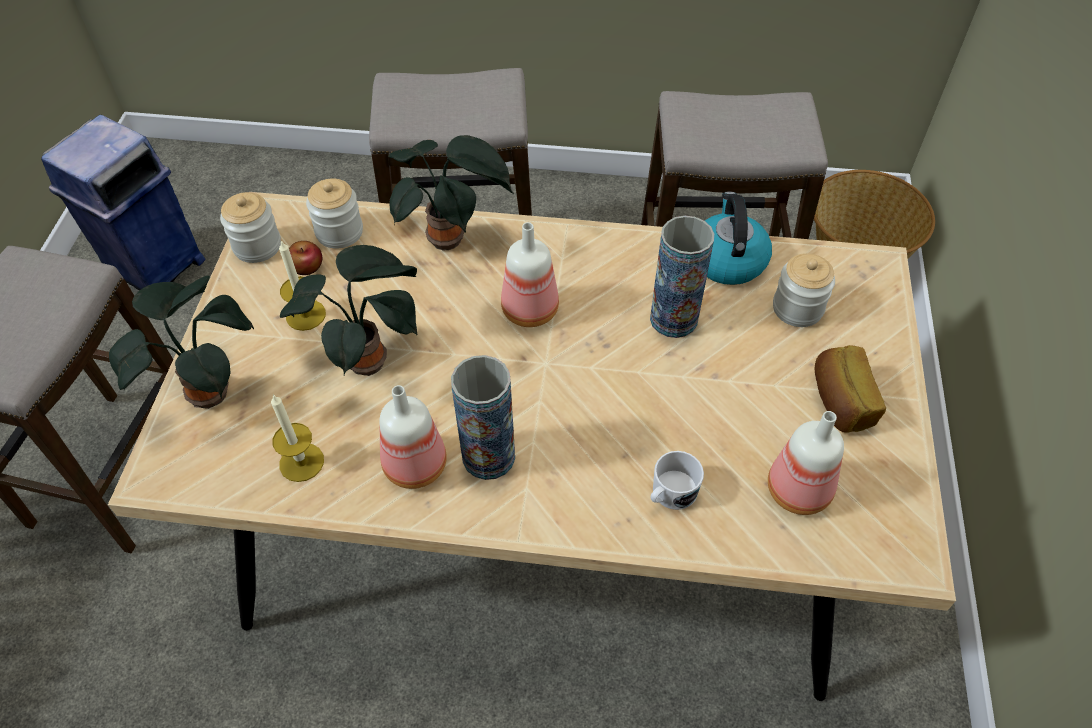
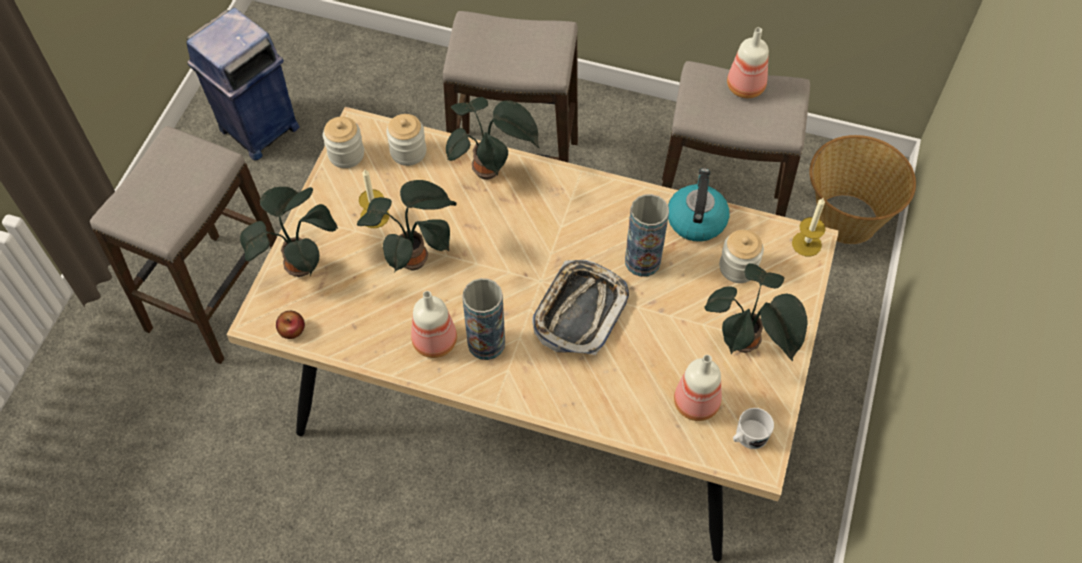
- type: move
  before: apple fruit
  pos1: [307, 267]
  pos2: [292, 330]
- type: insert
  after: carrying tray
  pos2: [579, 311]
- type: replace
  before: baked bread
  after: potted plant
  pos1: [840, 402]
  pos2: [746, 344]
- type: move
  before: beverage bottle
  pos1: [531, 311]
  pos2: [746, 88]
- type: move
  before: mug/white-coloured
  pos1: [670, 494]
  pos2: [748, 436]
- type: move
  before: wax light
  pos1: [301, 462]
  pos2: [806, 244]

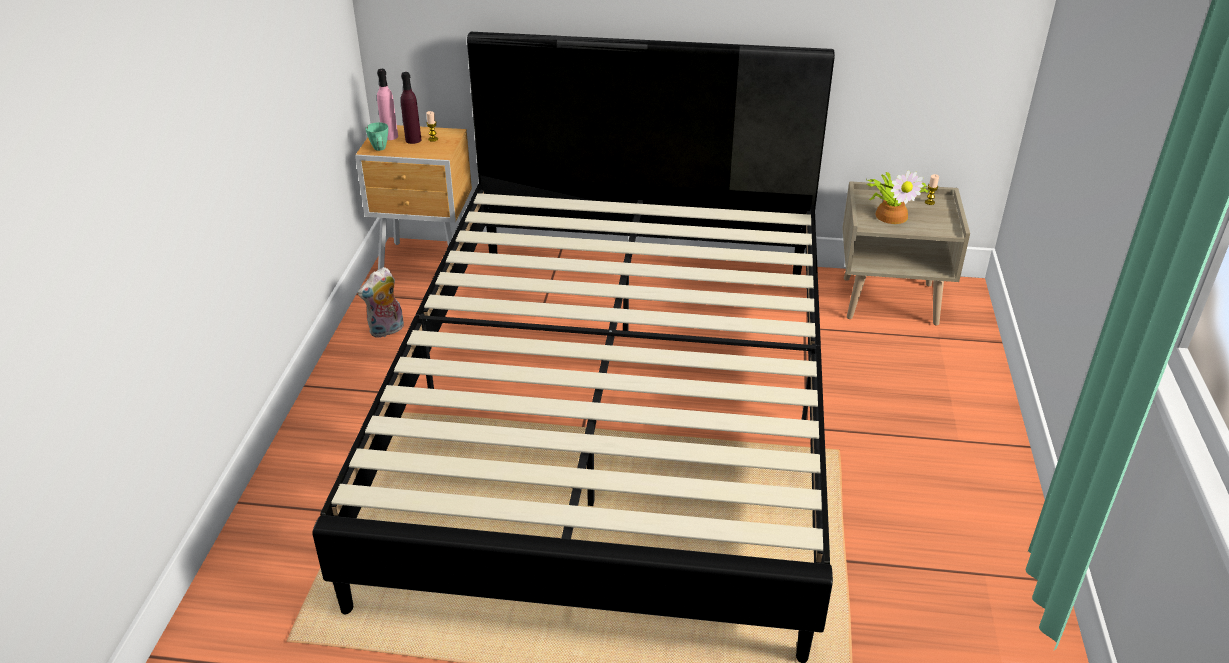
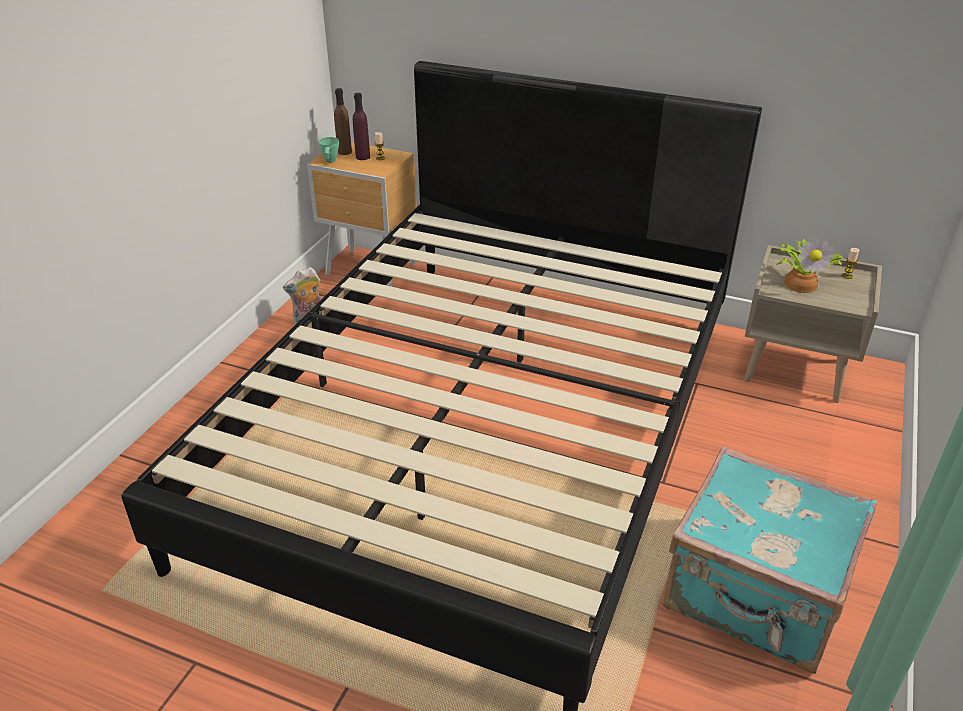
- type: recolor
  before: beverage bottle/pink
  after: beverage bottle/brown-coloured
  pos1: [390, 136]
  pos2: [344, 152]
- type: insert
  after: piece of luggage/blue-green
  pos2: [756, 596]

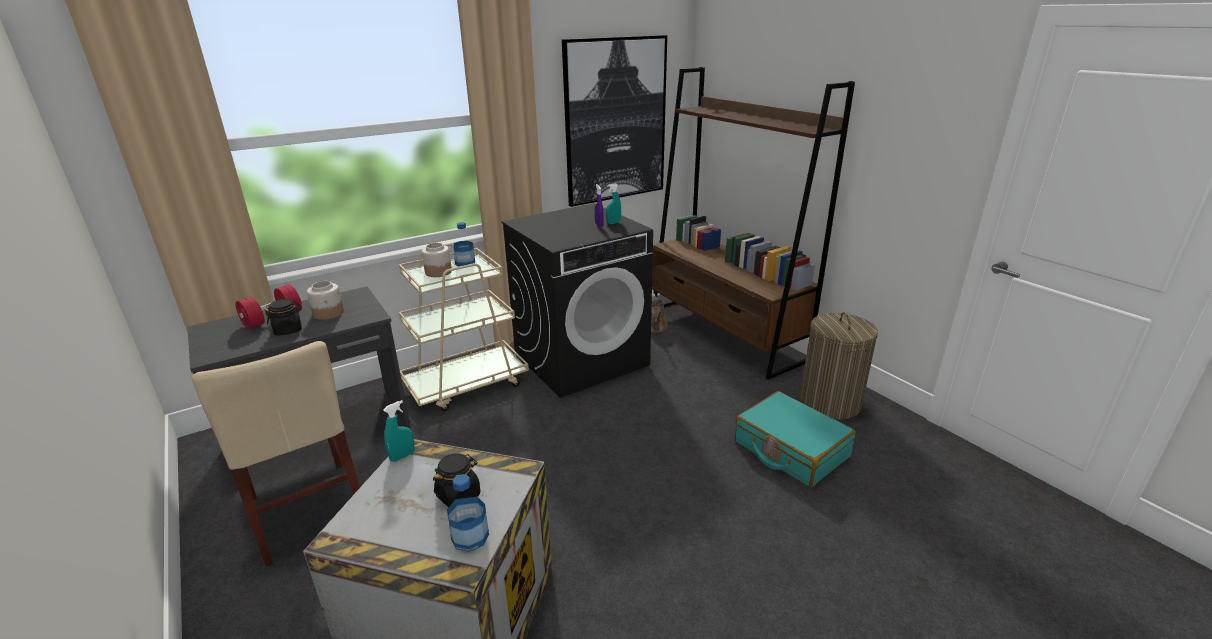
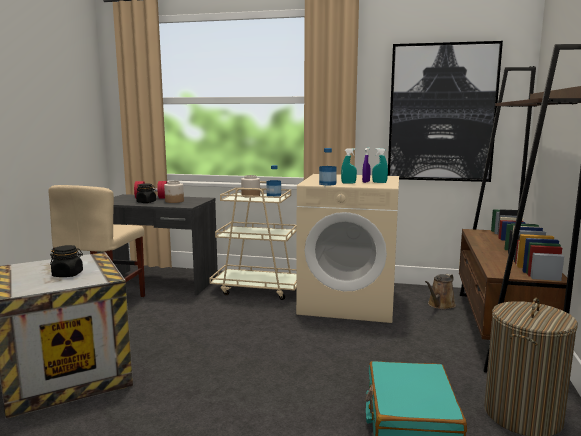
- type: recolor
  before: laundry appliance/black-coloured
  after: laundry appliance/sand-coloured
  pos1: [581, 359]
  pos2: [349, 302]
- type: move
  before: beverage bottle
  pos1: [470, 537]
  pos2: [327, 184]
- type: move
  before: spray bottle/blue-green
  pos1: [402, 456]
  pos2: [348, 183]

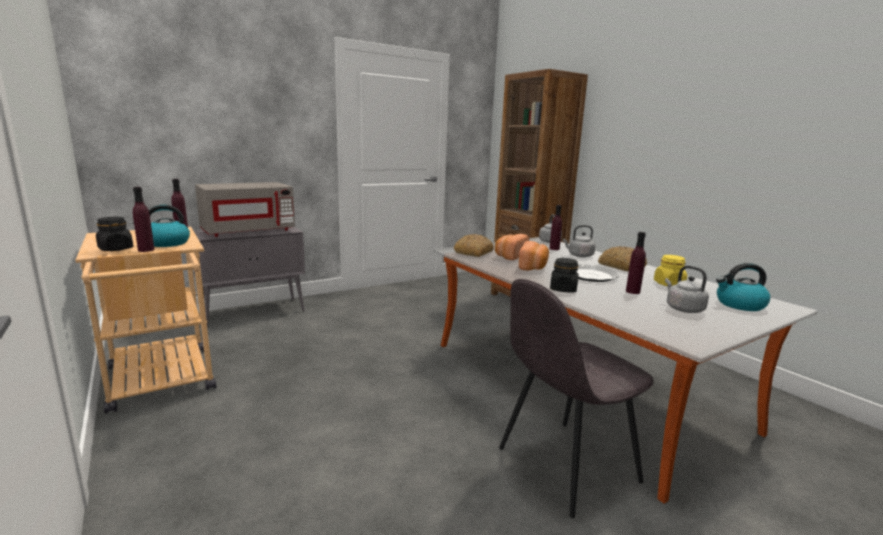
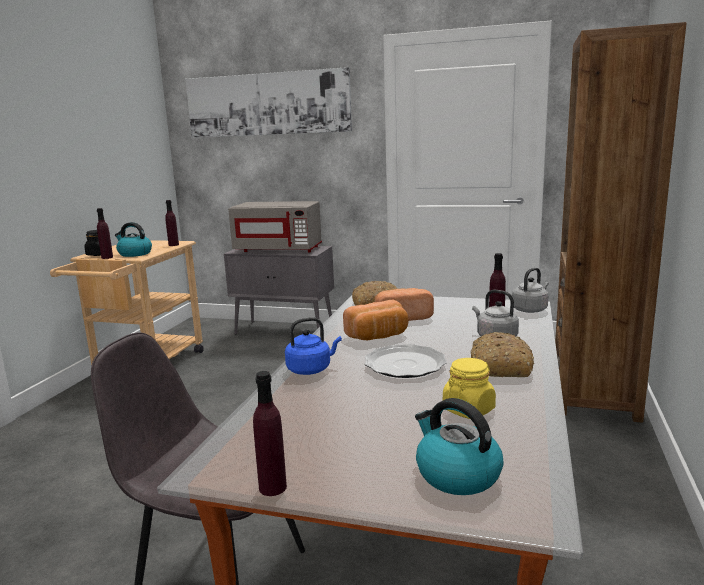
- type: insert
  after: picture
  pos2: [267, 104]
- type: move
  before: beverage bottle/purplish
  pos1: [632, 291]
  pos2: [272, 487]
- type: replace
  before: jar/black-coloured
  after: tea kettle/blue
  pos1: [563, 289]
  pos2: [311, 369]
- type: delete
  before: tea kettle/greyish
  pos1: [683, 309]

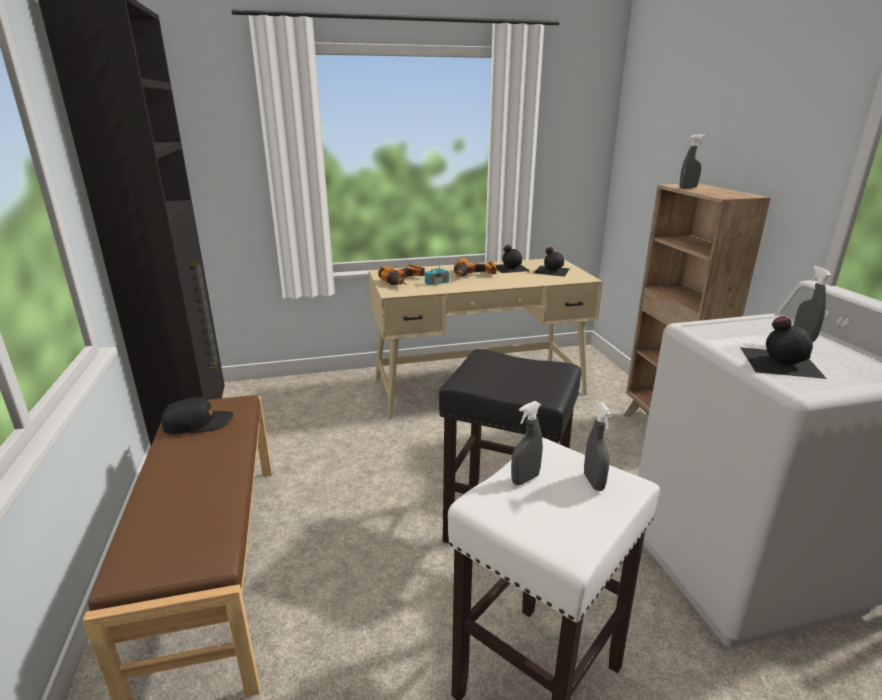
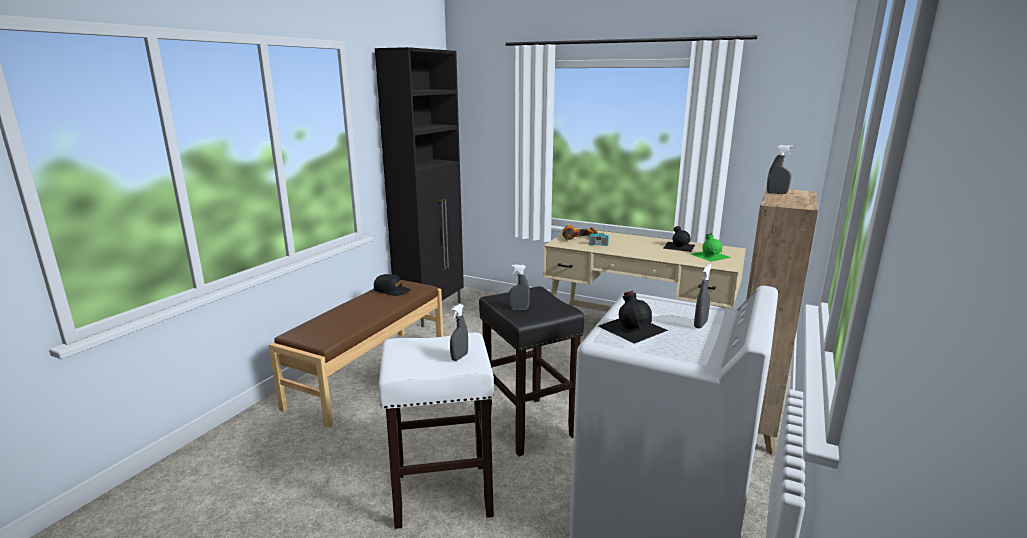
- type: move
  before: spray bottle/greyish
  pos1: [525, 479]
  pos2: [519, 309]
- type: recolor
  before: beverage bottle/black-coloured
  after: beverage bottle/greenish
  pos1: [551, 270]
  pos2: [710, 255]
- type: delete
  before: electric drill
  pos1: [474, 275]

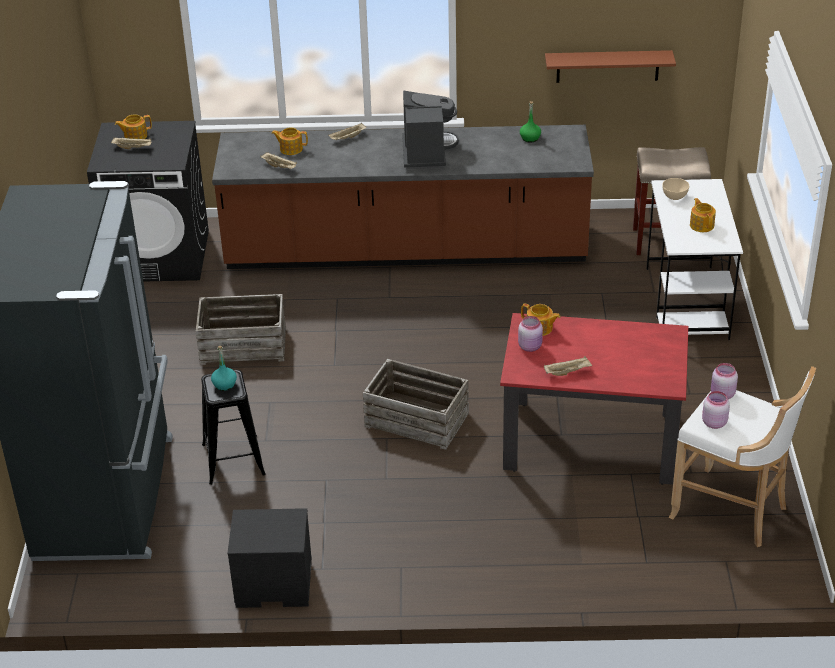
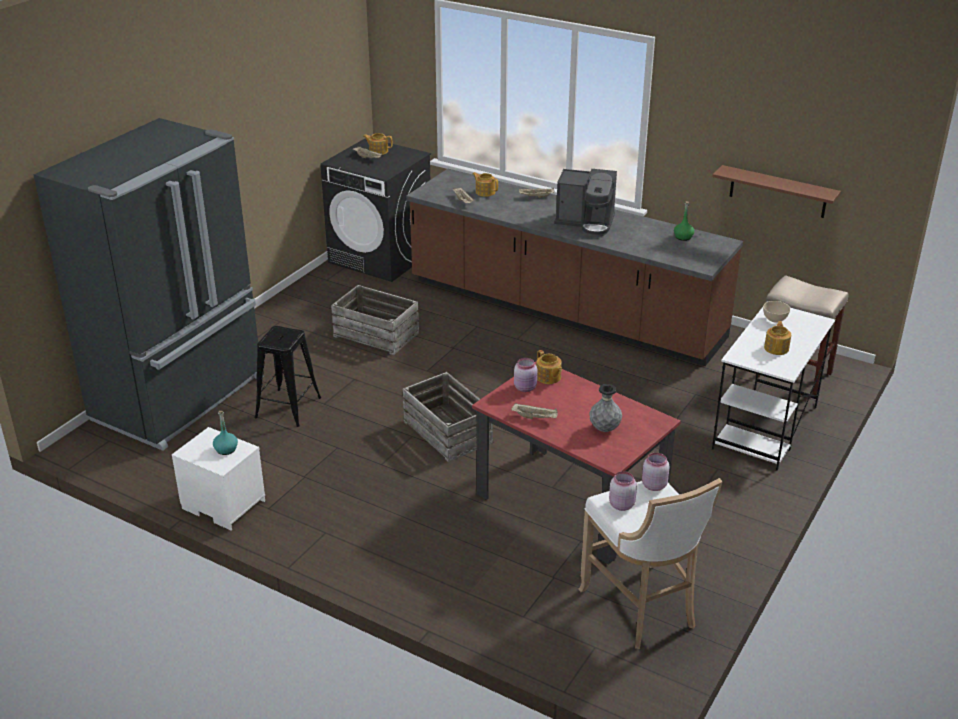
- type: recolor
  before: night table/black-coloured
  after: night table/white-coloured
  pos1: [273, 586]
  pos2: [222, 505]
- type: move
  before: beverage bottle/blue-green
  pos1: [224, 384]
  pos2: [226, 449]
- type: rotate
  before: coffee brewer
  pos1: [426, 153]
  pos2: [586, 223]
  turn: 75
- type: insert
  after: flower vase/greyish
  pos2: [604, 429]

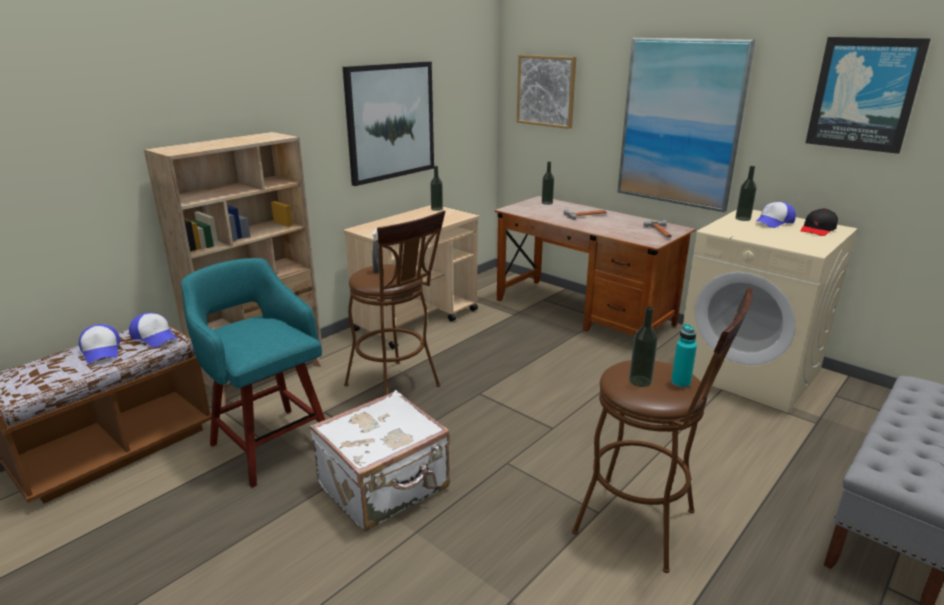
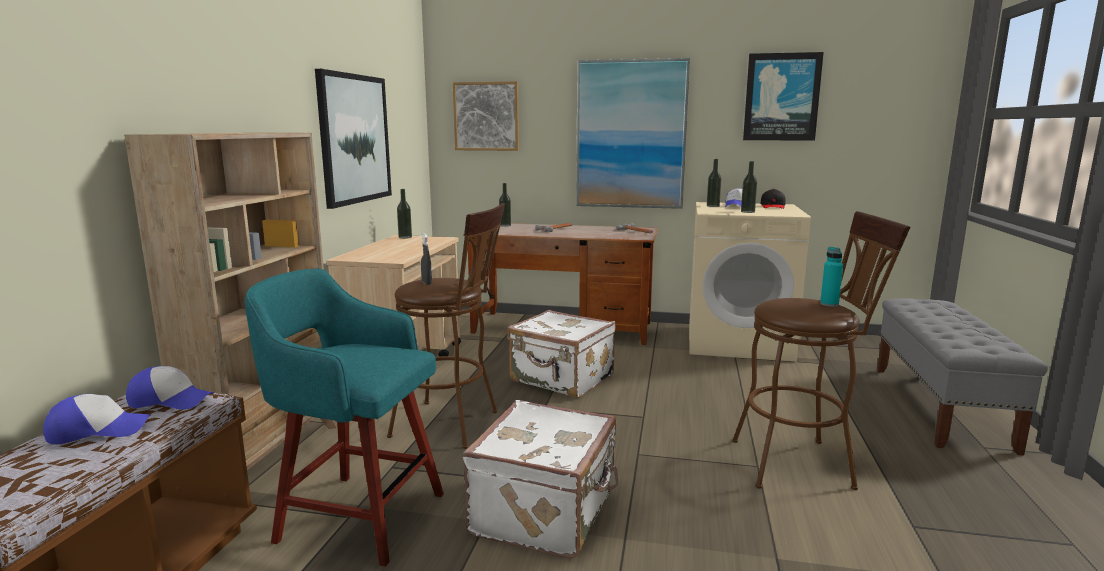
- type: rotate
  before: peaked cap
  pos1: [101, 351]
  pos2: [98, 430]
  turn: -45
- type: insert
  after: piece of luggage/white-coloured
  pos2: [561, 379]
- type: move
  before: beverage bottle
  pos1: [640, 381]
  pos2: [747, 212]

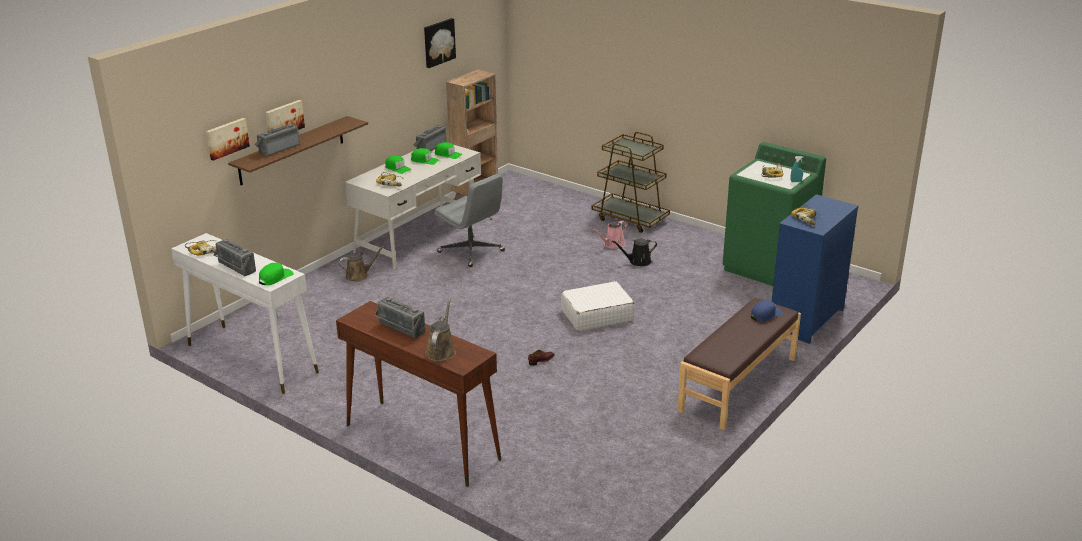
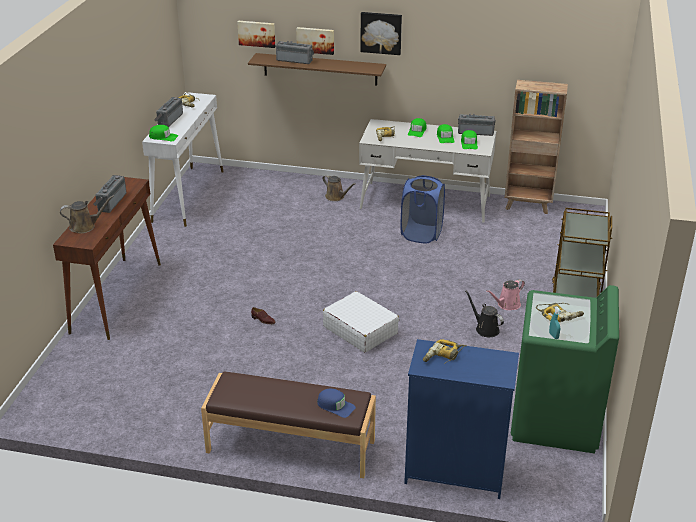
- type: move
  before: picture
  pos1: [438, 42]
  pos2: [381, 32]
- type: replace
  before: desk chair/greyish
  after: hamper/blue
  pos1: [471, 252]
  pos2: [421, 234]
- type: rotate
  before: watering pot/pink
  pos1: [612, 245]
  pos2: [507, 305]
  turn: -60

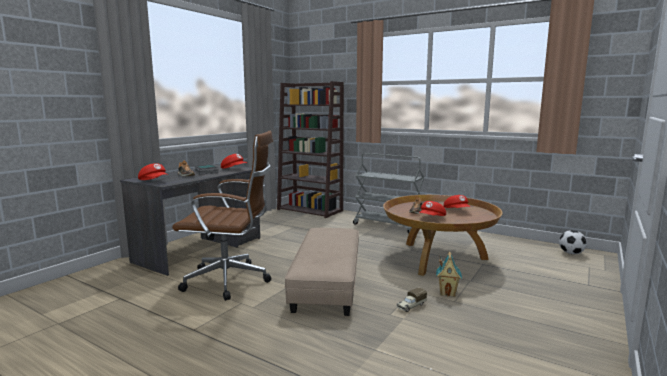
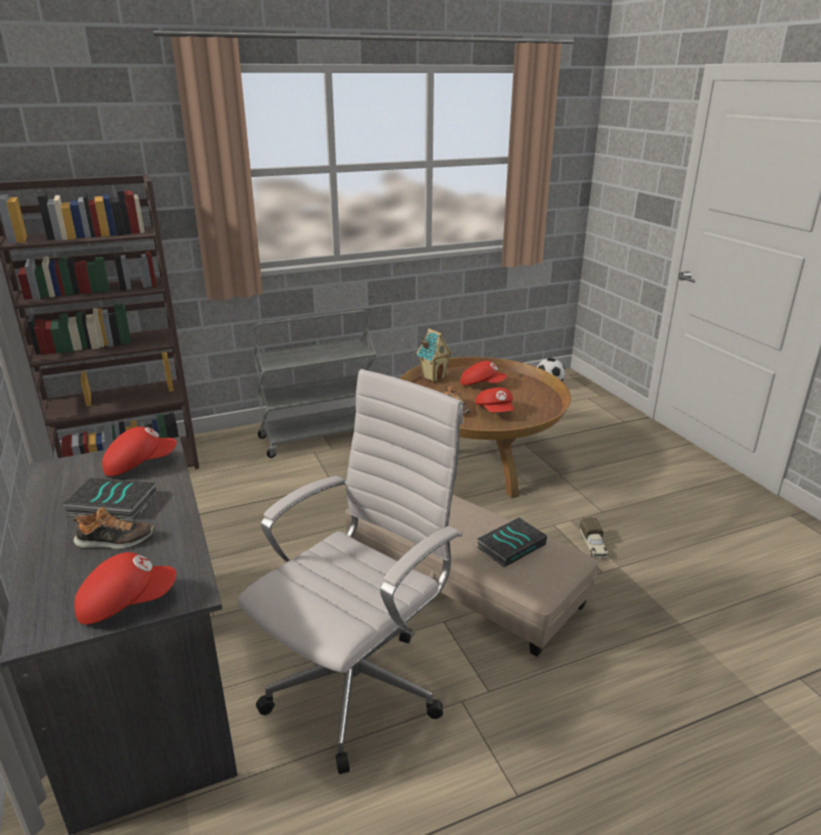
- type: recolor
  before: desk chair/brown-coloured
  after: desk chair/white-coloured
  pos1: [231, 281]
  pos2: [360, 684]
- type: move
  before: miniature house
  pos1: [447, 293]
  pos2: [433, 377]
- type: insert
  after: bound book
  pos2: [511, 545]

